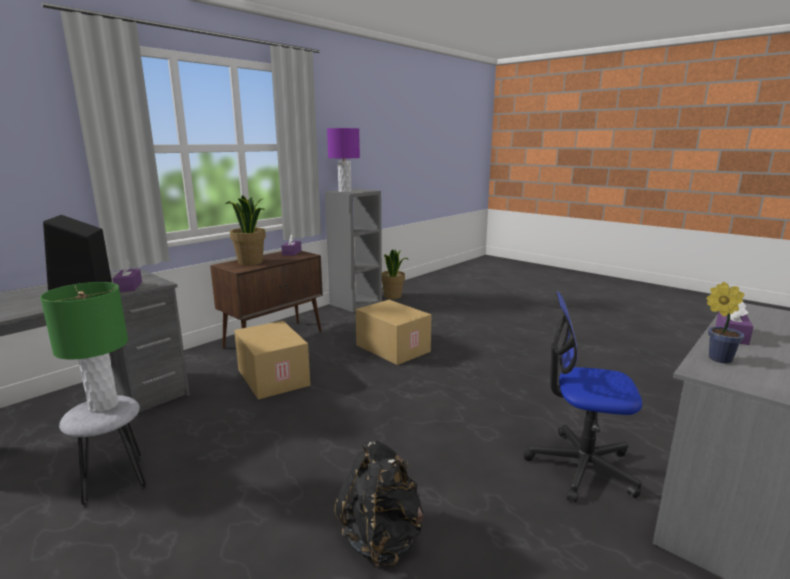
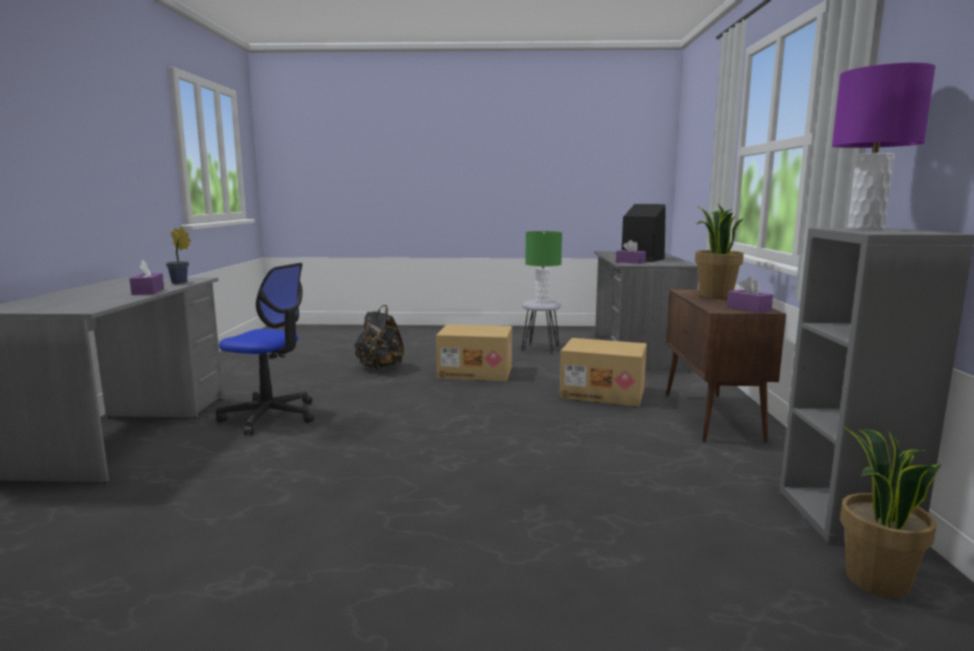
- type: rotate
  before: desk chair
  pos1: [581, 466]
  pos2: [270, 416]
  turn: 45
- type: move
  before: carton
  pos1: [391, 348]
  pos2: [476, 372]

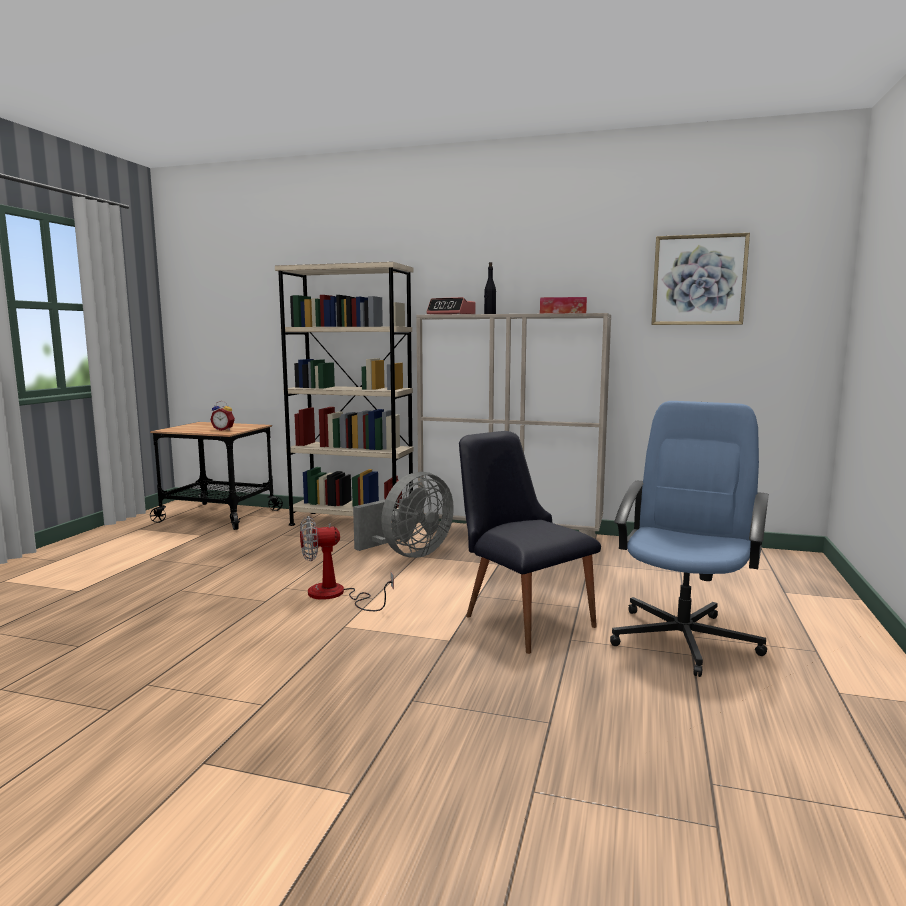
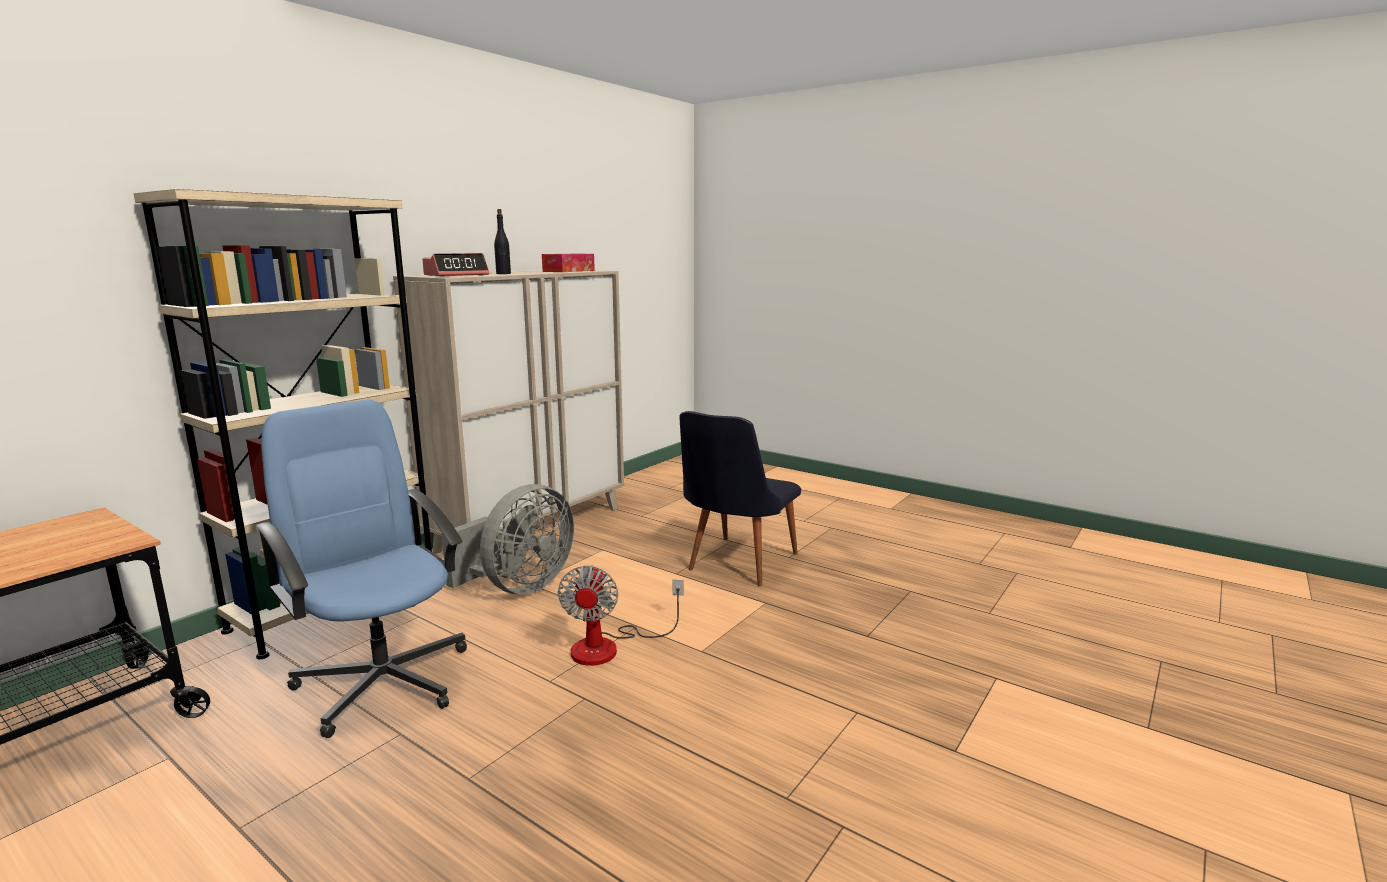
- type: move
  before: desk chair/blue
  pos1: [684, 638]
  pos2: [383, 680]
- type: rotate
  before: electric fan/greyish
  pos1: [409, 554]
  pos2: [519, 587]
  turn: 60
- type: rotate
  before: upright chair/black-coloured
  pos1: [521, 617]
  pos2: [736, 565]
  turn: -45
- type: delete
  before: bedside clock
  pos1: [224, 430]
- type: delete
  before: picture
  pos1: [698, 280]

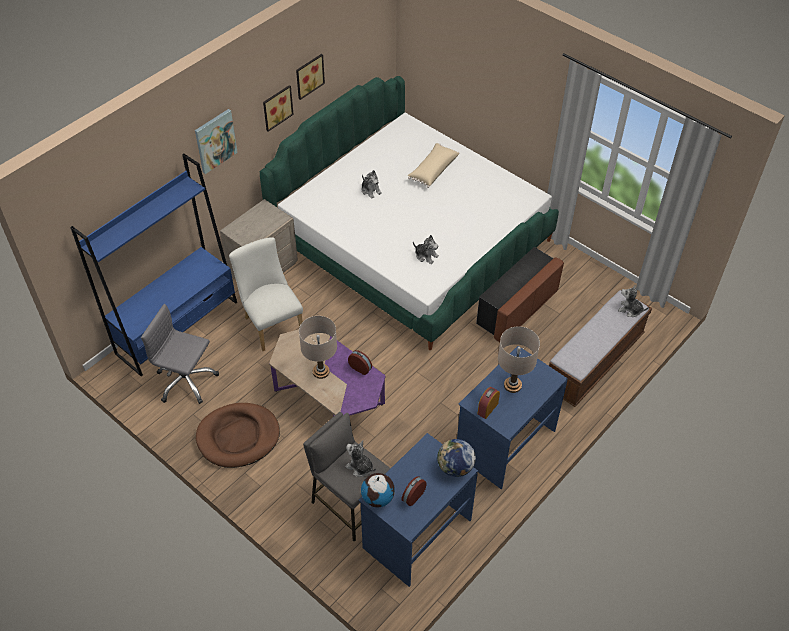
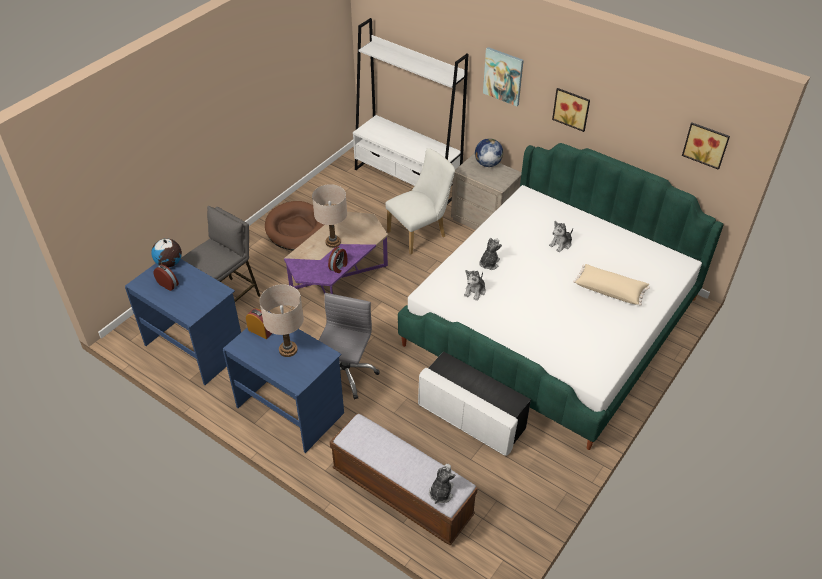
- type: move
  before: desk chair/greyish
  pos1: [186, 381]
  pos2: [345, 374]
- type: recolor
  before: bookshelf/blue
  after: bookshelf/white-coloured
  pos1: [177, 327]
  pos2: [407, 180]
- type: recolor
  before: pouffe/brown-coloured
  after: pouffe/white-coloured
  pos1: [517, 308]
  pos2: [472, 417]
- type: move
  before: desk globe
  pos1: [455, 467]
  pos2: [487, 164]
- type: move
  before: soft toy
  pos1: [360, 467]
  pos2: [489, 263]
- type: move
  before: picture
  pos1: [308, 75]
  pos2: [706, 144]

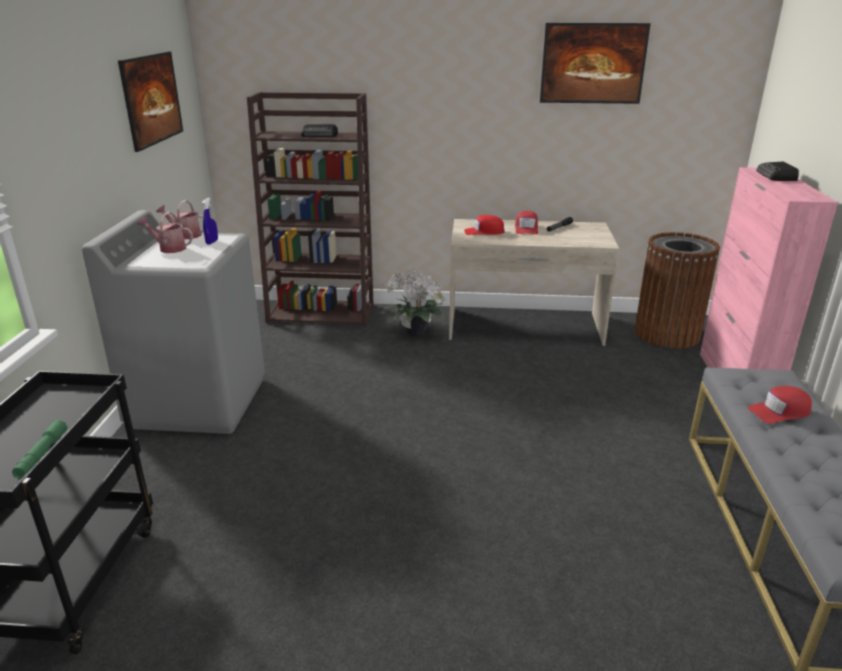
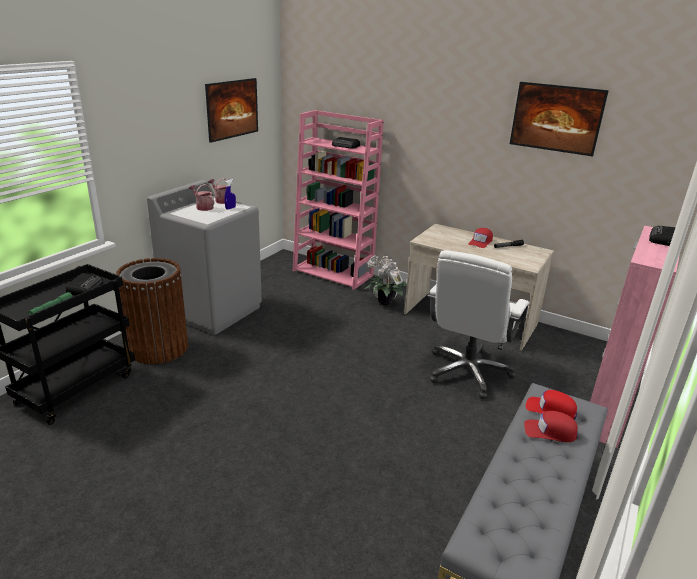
- type: insert
  after: radio
  pos2: [85, 287]
- type: move
  before: waste bin/brown-coloured
  pos1: [667, 334]
  pos2: [159, 348]
- type: recolor
  before: bookshelf/brown-coloured
  after: bookshelf/pink
  pos1: [322, 313]
  pos2: [334, 273]
- type: insert
  after: desk chair/white-coloured
  pos2: [468, 372]
- type: move
  before: peaked cap/reddish
  pos1: [484, 232]
  pos2: [550, 410]

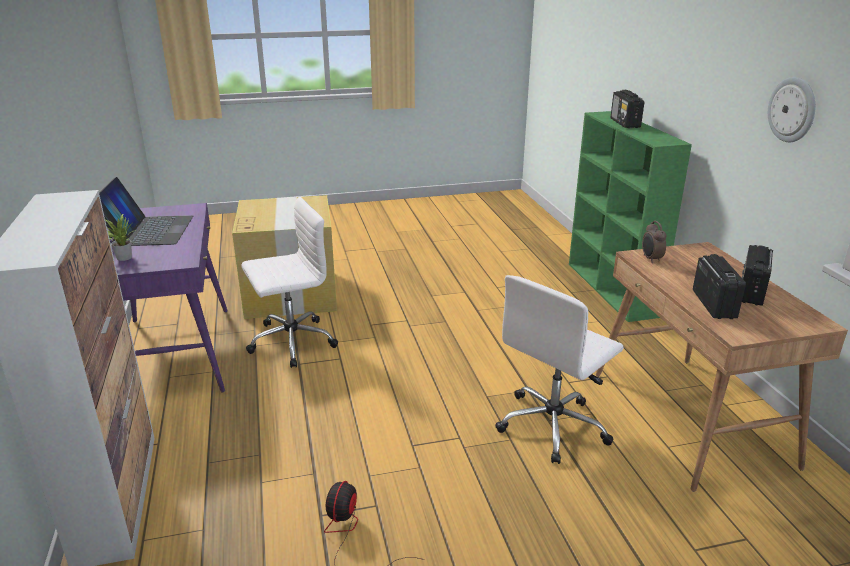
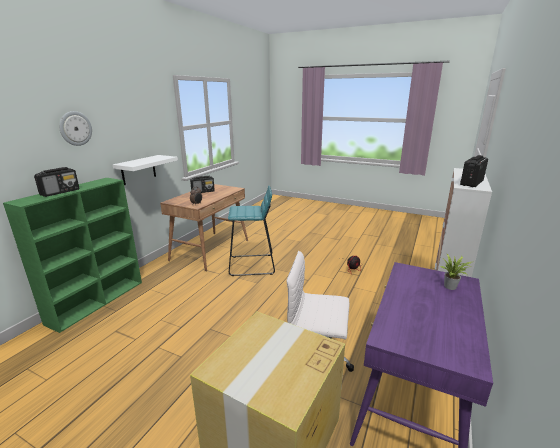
- type: move
  before: hanging clock
  pos1: [792, 109]
  pos2: [75, 128]
- type: insert
  after: bracket shelf/white-coloured
  pos2: [138, 170]
- type: replace
  before: desk chair/white-coloured
  after: sitting stool/blue-green
  pos1: [553, 425]
  pos2: [252, 265]
- type: move
  before: radio
  pos1: [713, 304]
  pos2: [471, 183]
- type: delete
  before: laptop
  pos1: [148, 230]

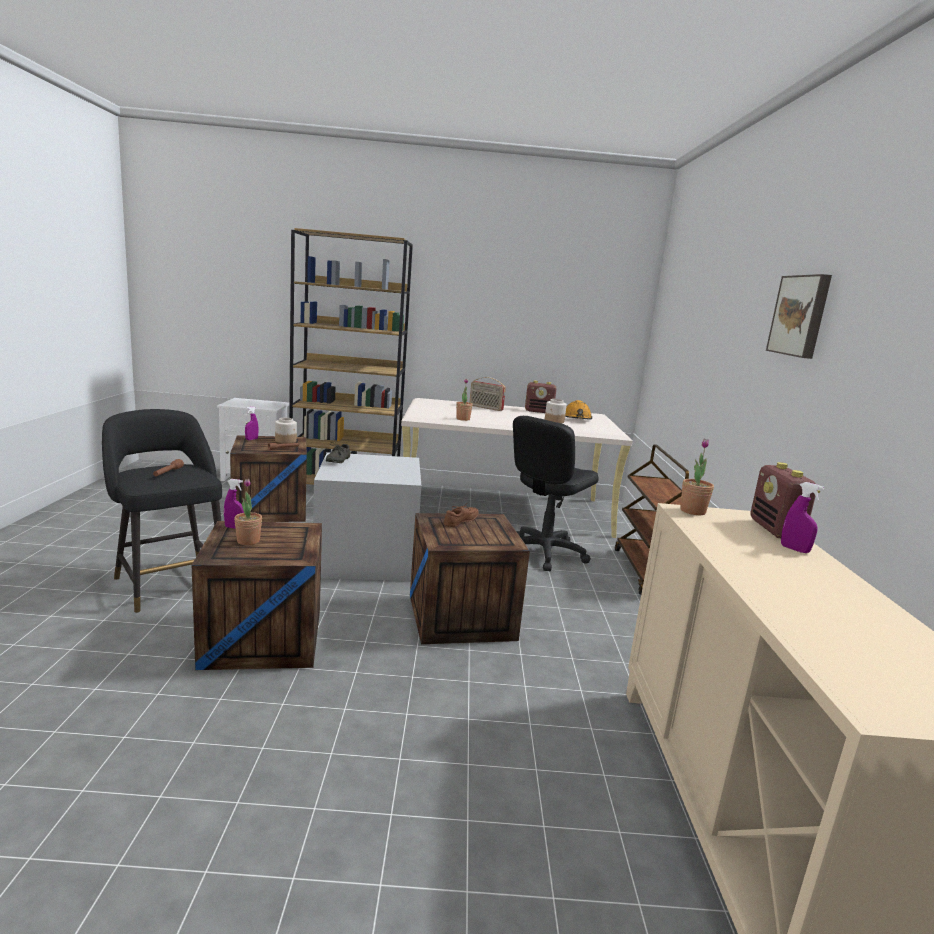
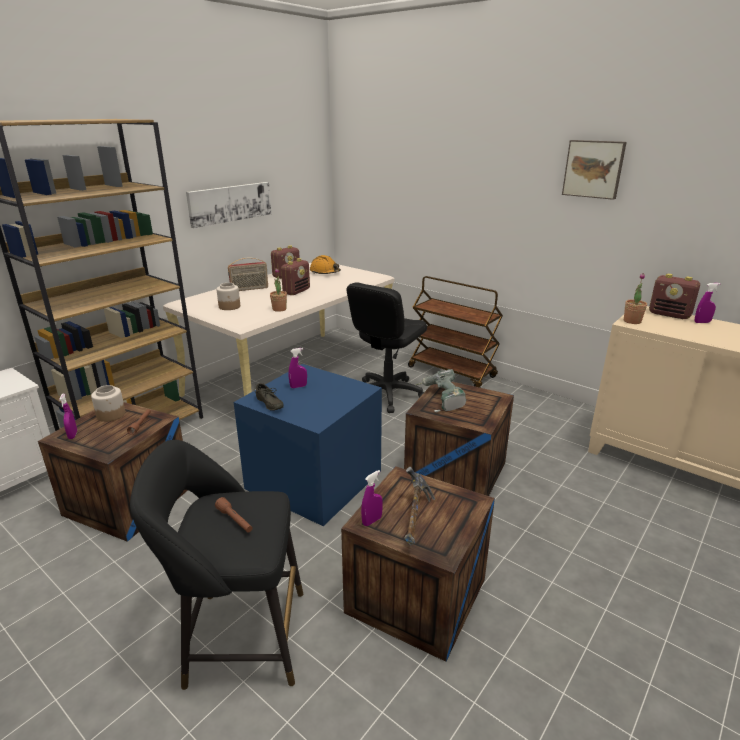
- type: insert
  after: picture
  pos2: [230, 203]
- type: move
  before: jar
  pos1: [554, 421]
  pos2: [229, 307]
- type: recolor
  before: storage box/greyish
  after: storage box/blue
  pos1: [368, 557]
  pos2: [314, 478]
- type: insert
  after: radio
  pos2: [296, 291]
- type: insert
  after: spray bottle/purplish
  pos2: [298, 386]
- type: rotate
  before: desk chair/black-coloured
  pos1: [543, 553]
  pos2: [387, 394]
  turn: 45
- type: replace
  before: potted plant
  after: hammer
  pos1: [248, 541]
  pos2: [414, 521]
- type: replace
  before: shoe/brown-coloured
  after: electric drill
  pos1: [462, 521]
  pos2: [441, 399]

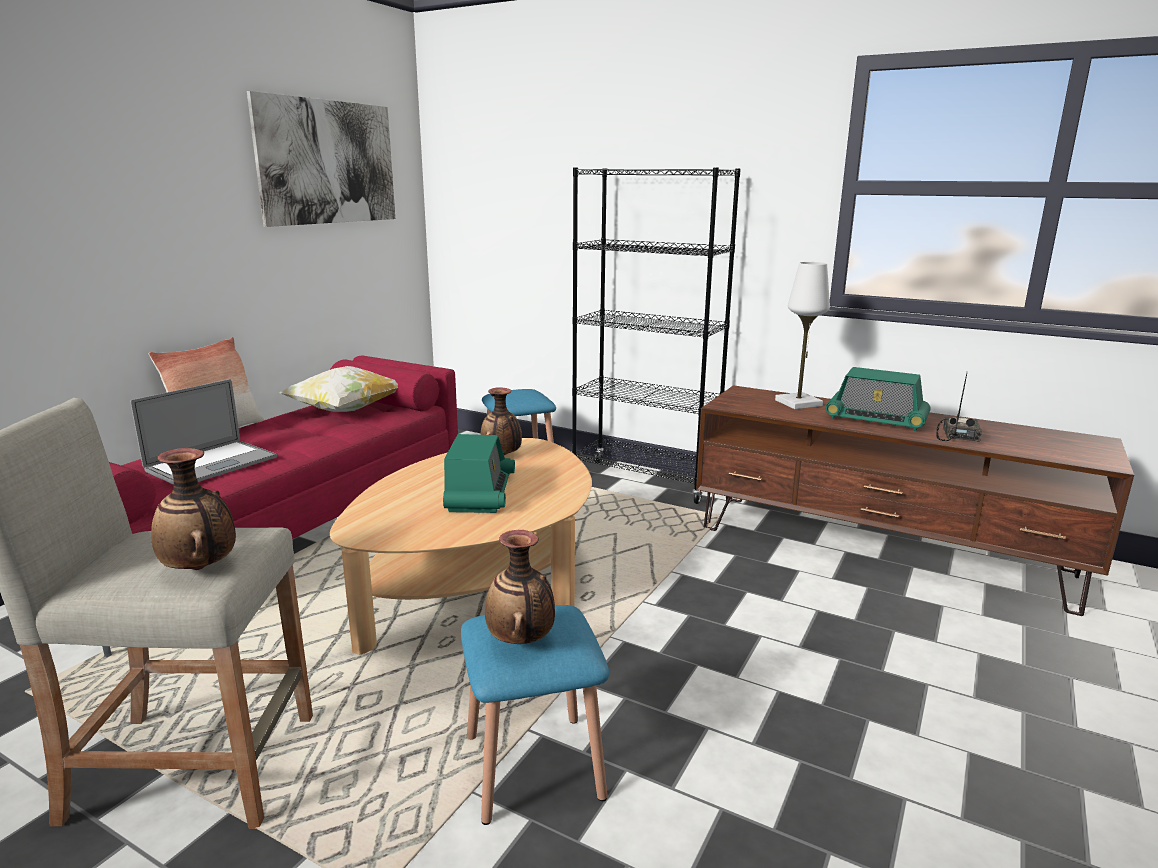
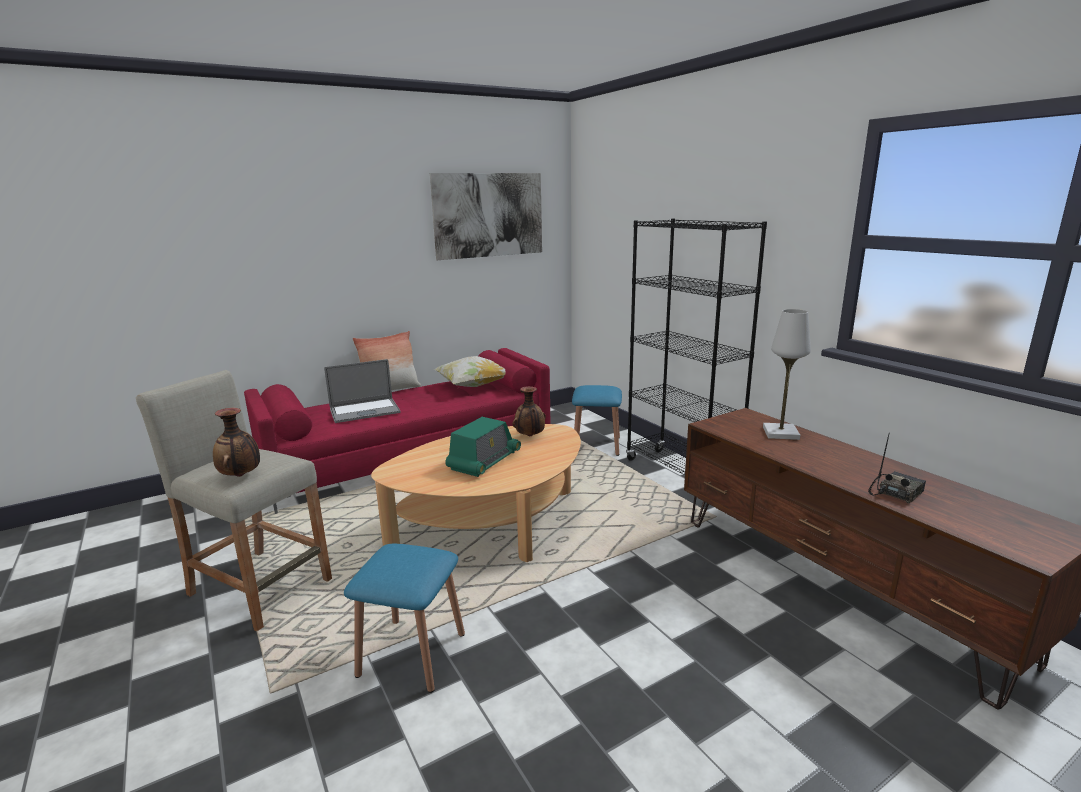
- type: delete
  before: flower vase
  pos1: [521, 640]
- type: delete
  before: radio
  pos1: [876, 419]

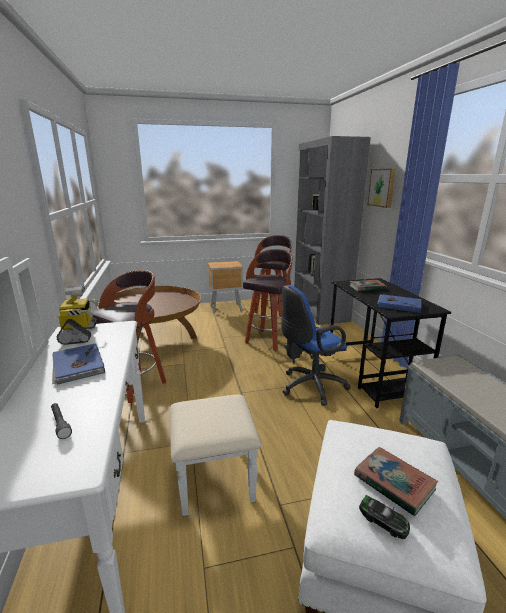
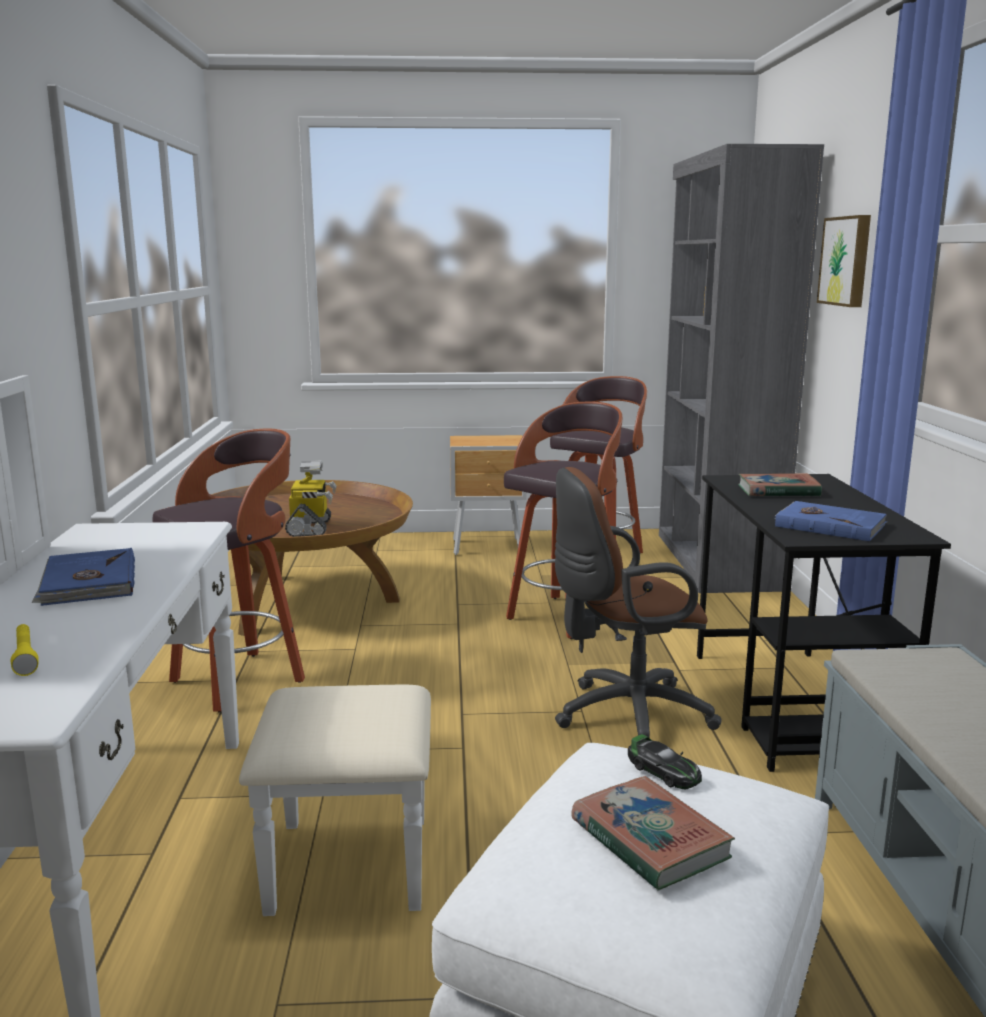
- type: recolor
  before: torch/greyish
  after: torch/yellow
  pos1: [60, 424]
  pos2: [25, 657]
- type: move
  before: toy robot
  pos1: [80, 334]
  pos2: [310, 528]
- type: recolor
  before: desk chair/blue
  after: desk chair/brown-coloured
  pos1: [309, 387]
  pos2: [625, 716]
- type: move
  before: toy car
  pos1: [383, 520]
  pos2: [663, 771]

